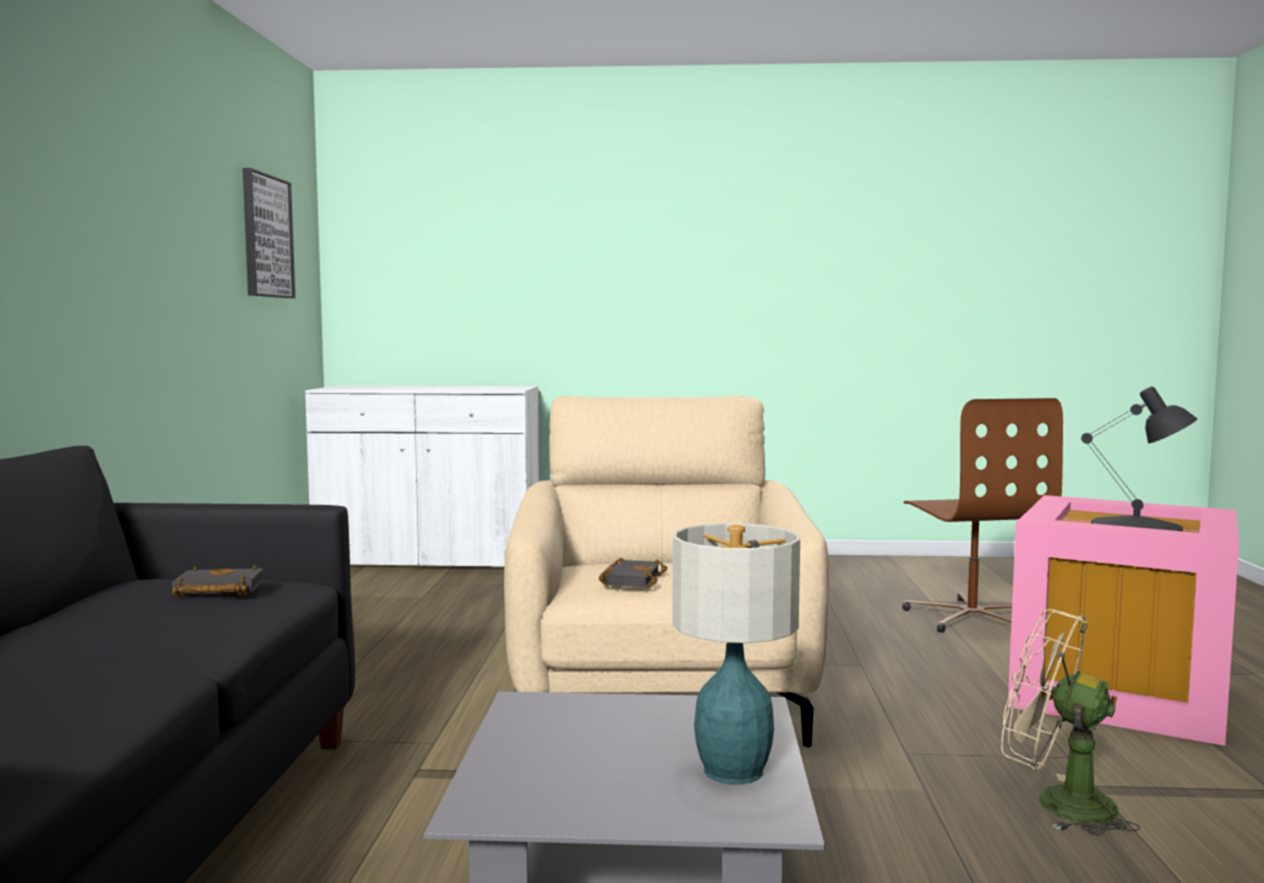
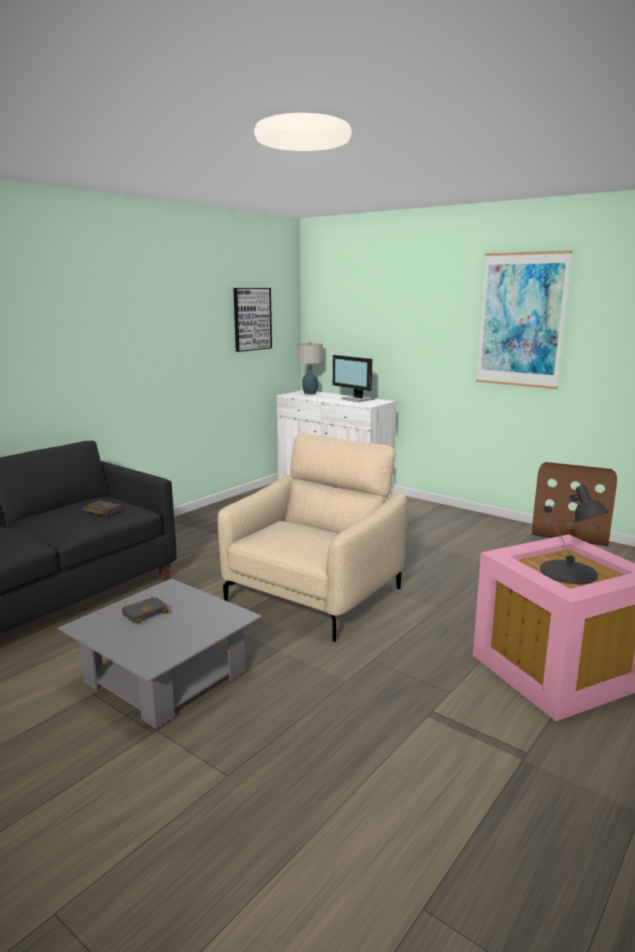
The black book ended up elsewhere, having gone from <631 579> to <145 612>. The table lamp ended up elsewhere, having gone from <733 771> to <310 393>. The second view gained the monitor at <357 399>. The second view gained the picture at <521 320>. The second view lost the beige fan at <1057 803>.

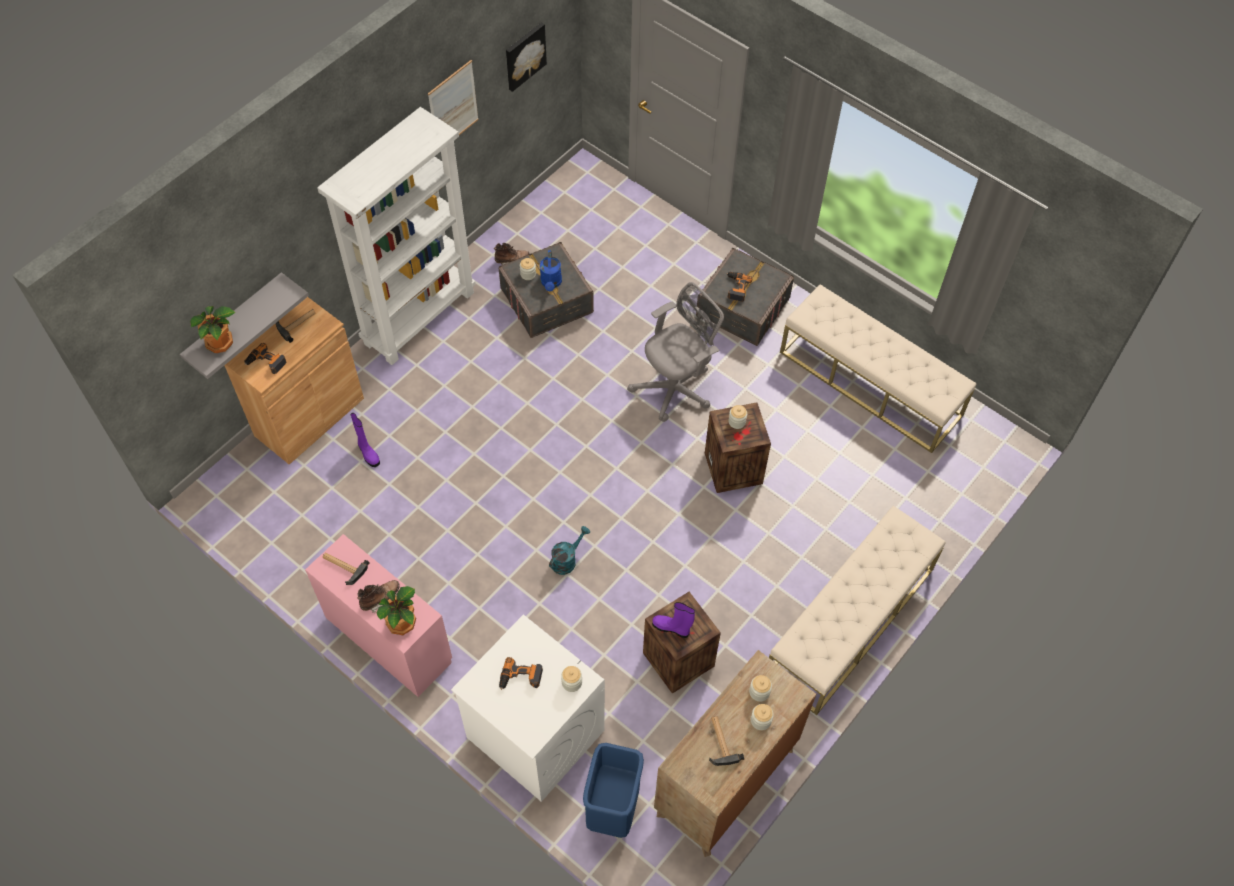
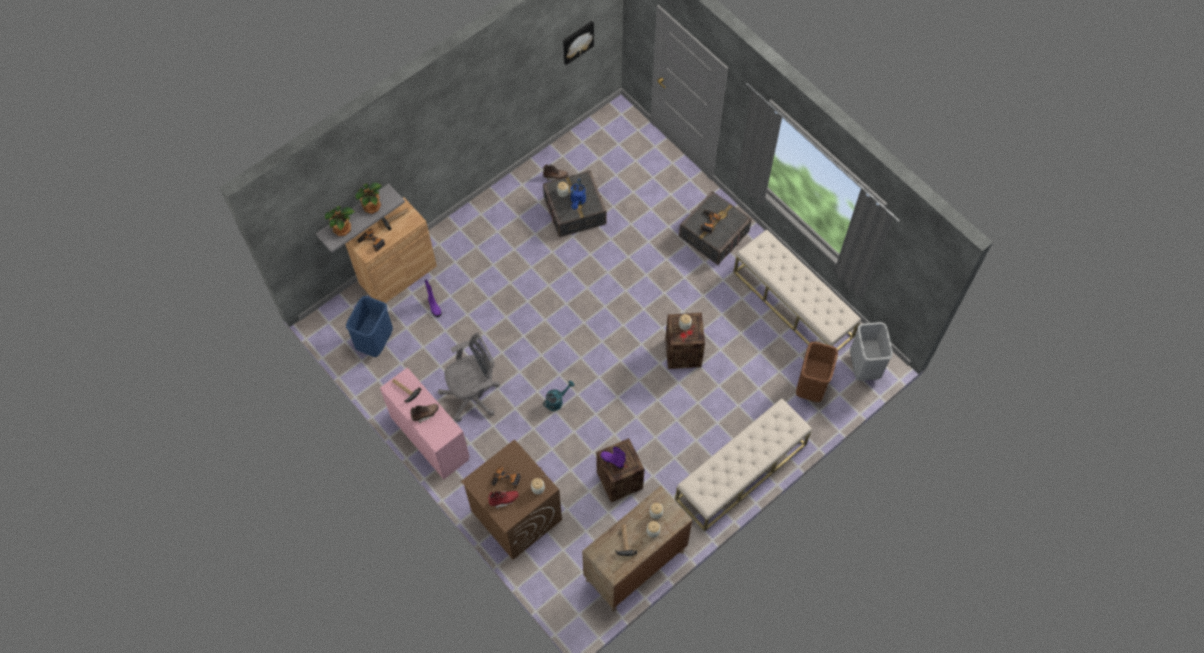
The blue trash can ended up elsewhere, having gone from <612 807> to <375 341>. The potted plant ended up elsewhere, having gone from <402 622> to <372 206>. The grey office chair ended up elsewhere, having gone from <676 388> to <473 396>. What was the white washing machine at <534 733> turned into the brown washing machine at <515 515>. The second view gained the red boot at <503 500>. The second view gained the brown trash can at <811 387>. The second view gained the grey trash can at <864 366>. The second view lost the white bookcase at <419 317>. The second view lost the picture at <453 106>.

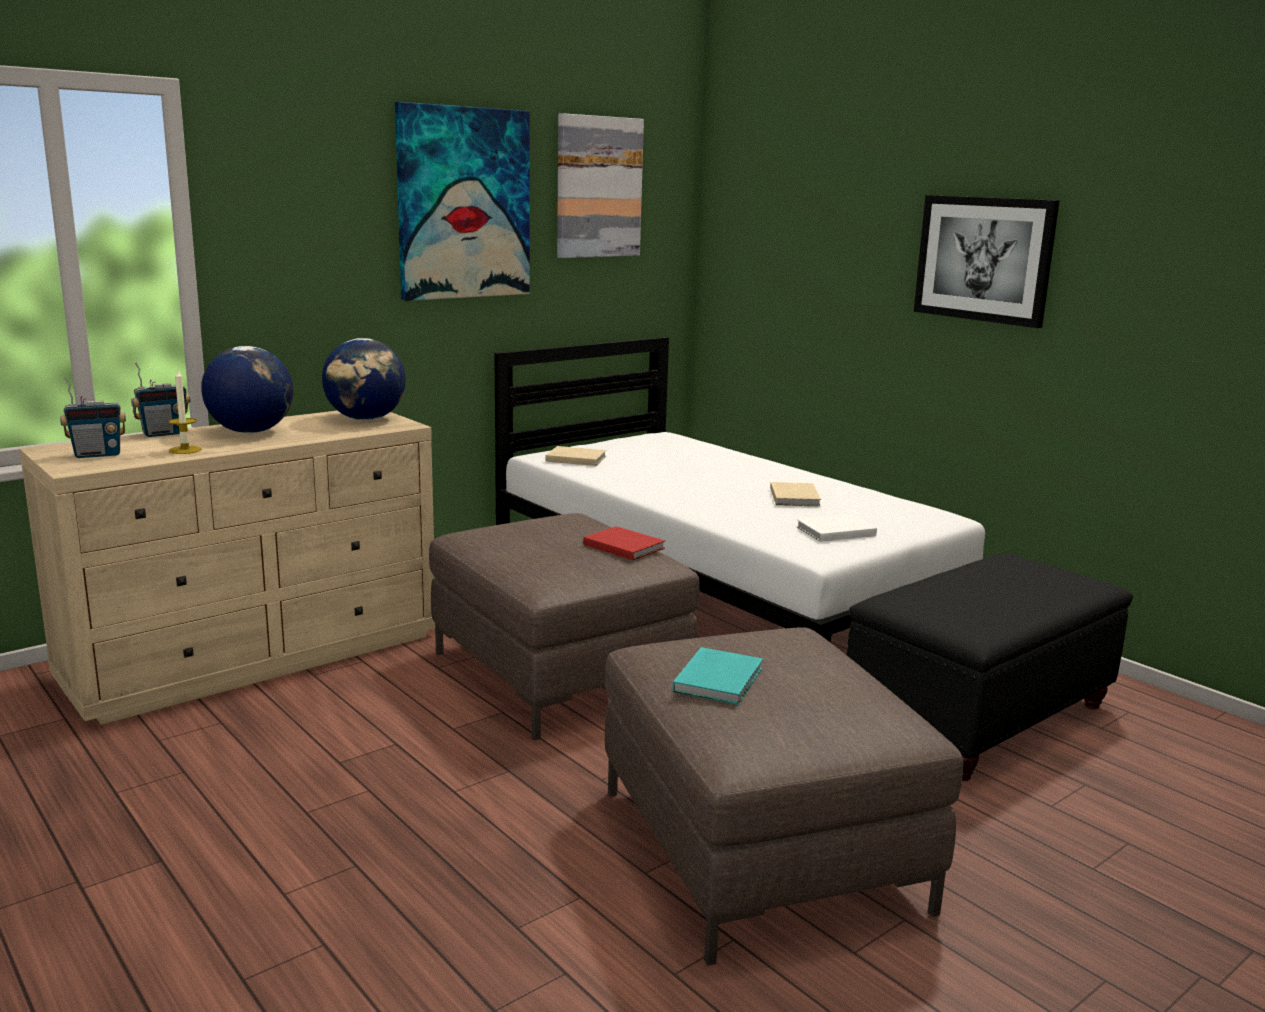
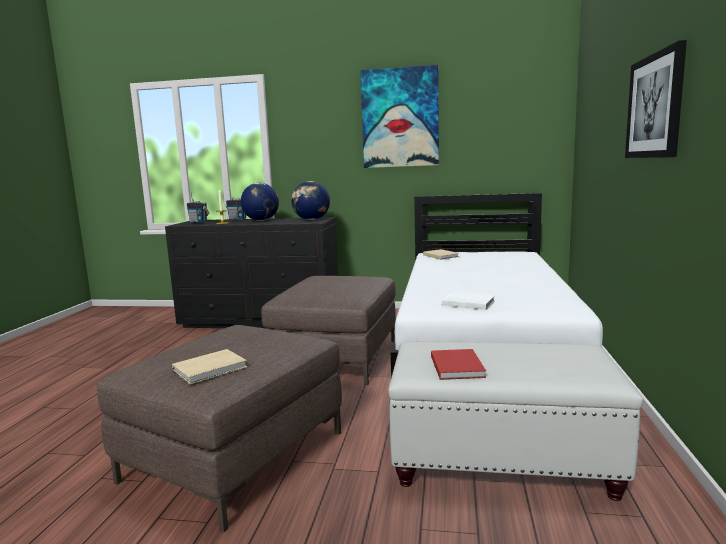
What was the beige dresser at <257 656> turned into the black dresser at <261 320>. The beige book ended up elsewhere, having gone from <795 497> to <212 368>. What was the black ottoman at <980 715> turned into the white ottoman at <503 461>. The red book ended up elsewhere, having gone from <623 546> to <457 366>. The second view lost the picture at <598 187>. The second view lost the turquoise book at <720 679>.

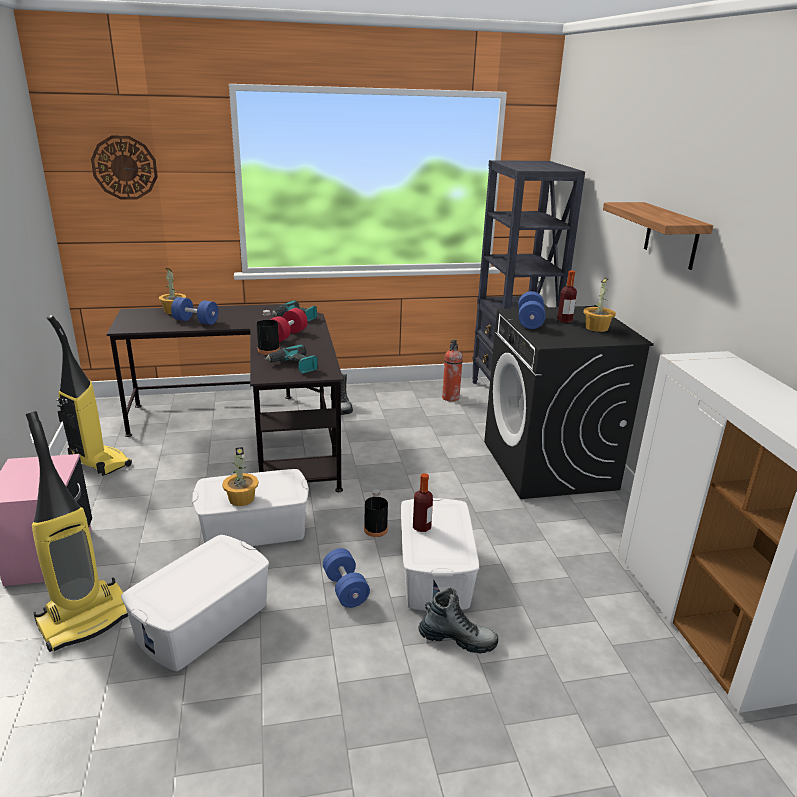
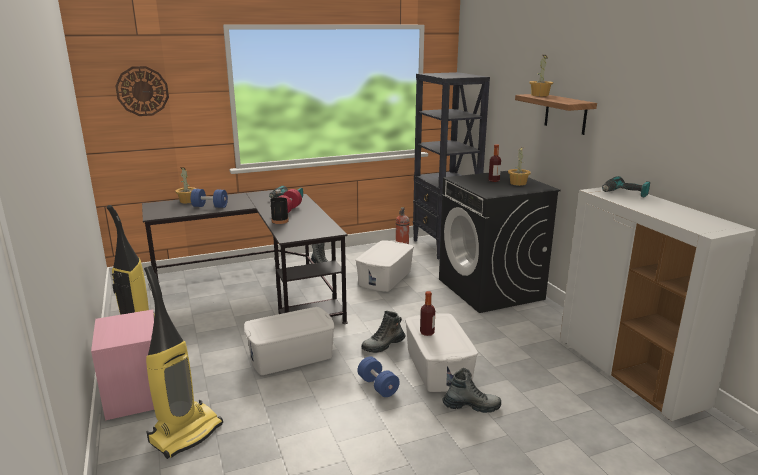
The white storage box ended up elsewhere, having gone from <204 622> to <385 278>. Where the black bottle stood at <375 529>, the boot came to stand at <383 345>. The potted plant ended up elsewhere, having gone from <241 498> to <539 95>. The power drill ended up elsewhere, having gone from <293 366> to <624 193>. The second view lost the blue dumbbell at <530 322>.

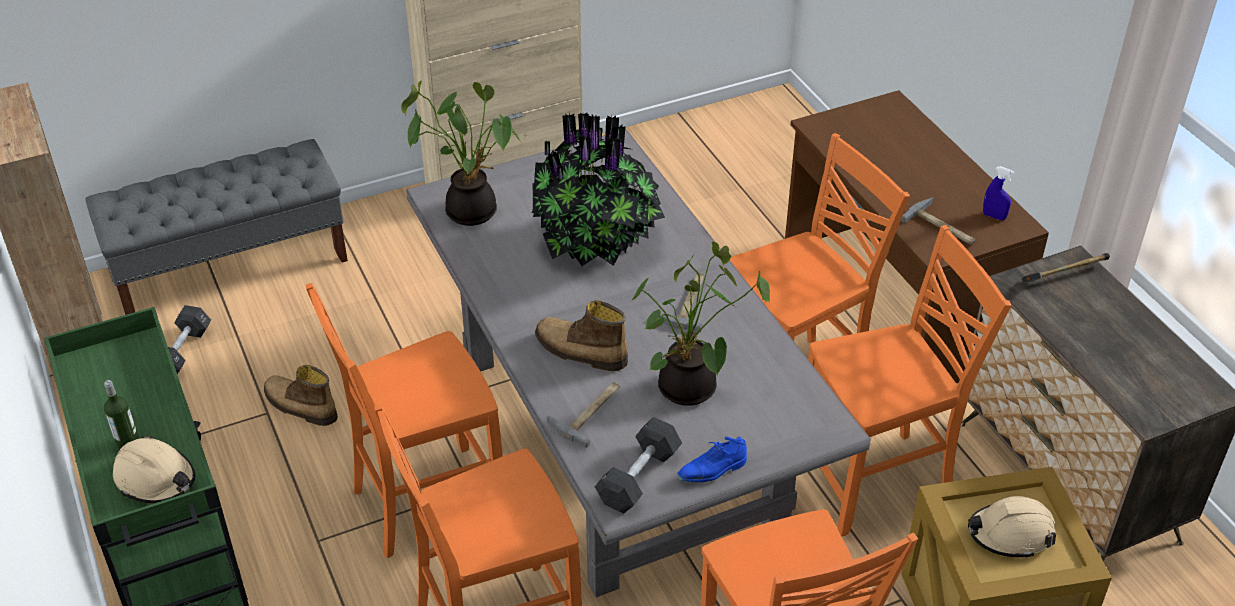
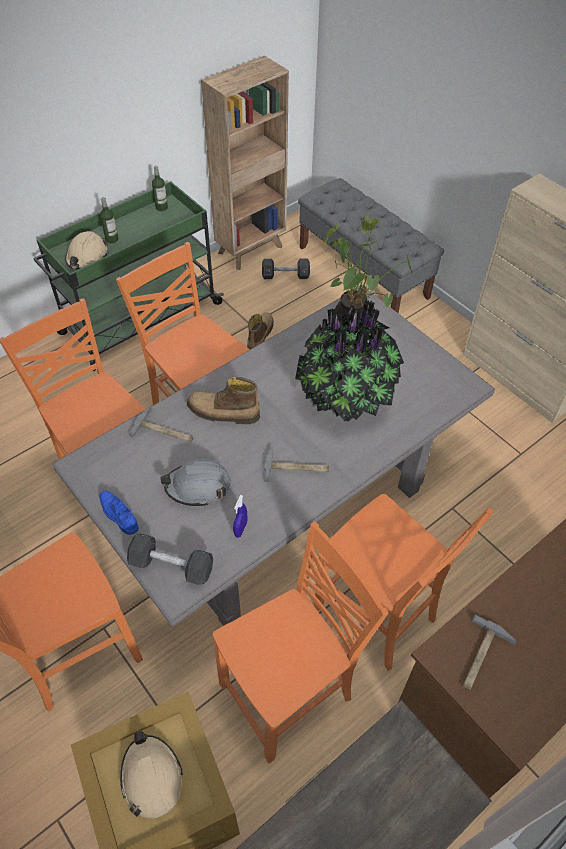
The black dumbbell ended up elsewhere, having gone from <638 477> to <171 566>. The second view gained the bottle at <161 207>. Where the potted plant stood at <690 391>, the grey hard hat came to stand at <198 486>. The boot at <580 352> ended up facing another way, 90 degrees counterclockwise from before. The orange chair at <876 481> ended up facing another way, 90 degrees counterclockwise from before. The blue spray bottle ended up elsewhere, having gone from <994 216> to <240 529>. The second view lost the hammer at <1062 276>.

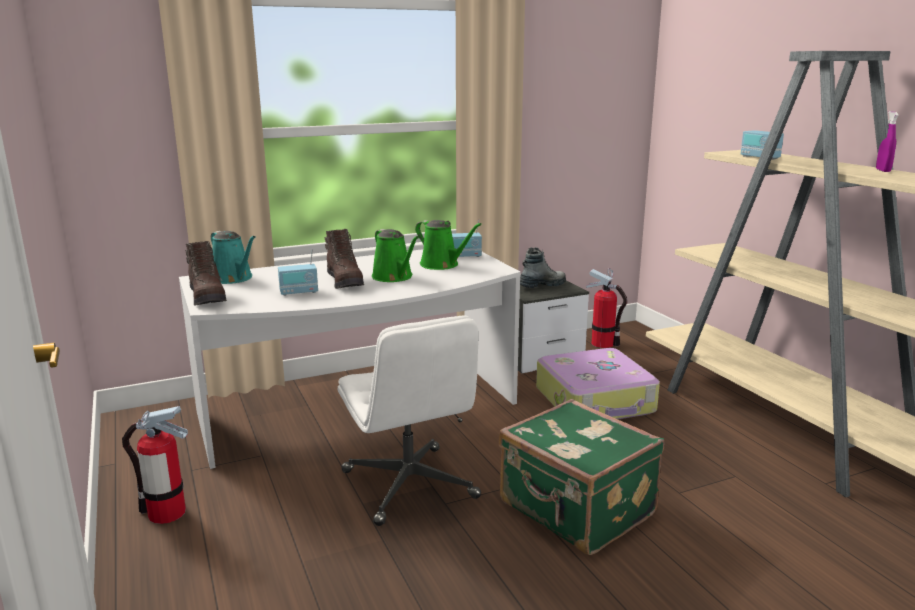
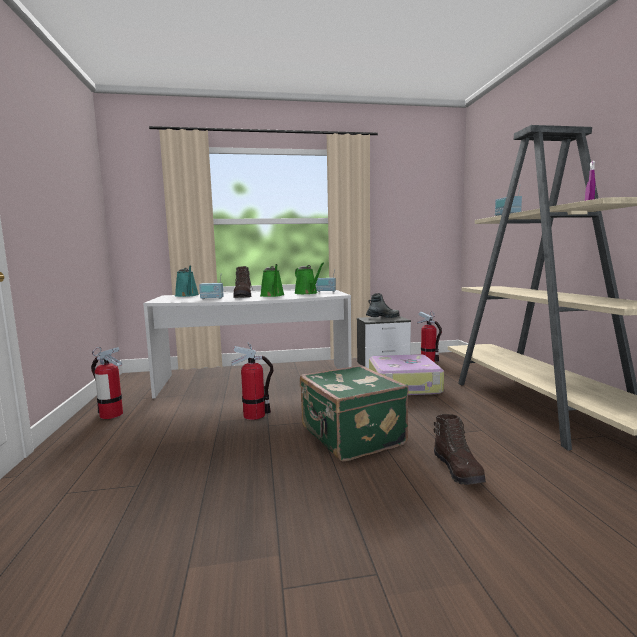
Where the white office chair stood at <410 485>, the fire extinguisher came to stand at <254 415>. The brown boot ended up elsewhere, having gone from <207 297> to <458 470>.

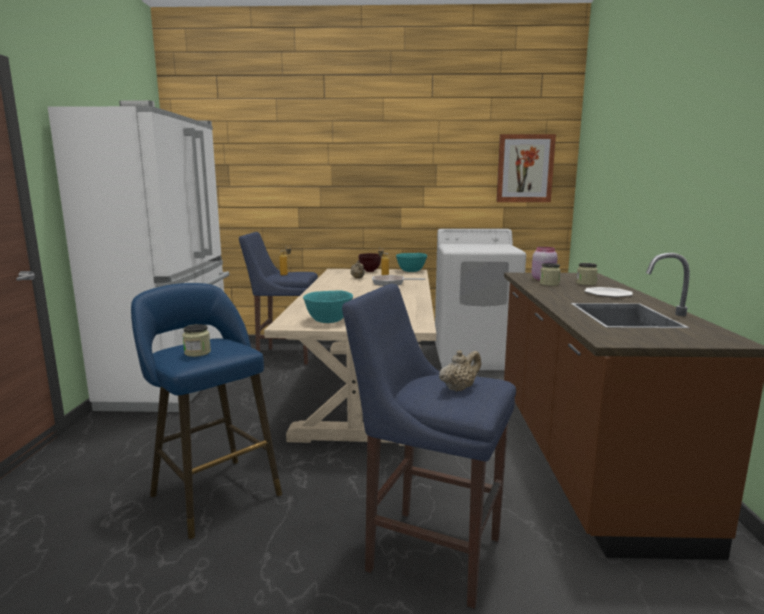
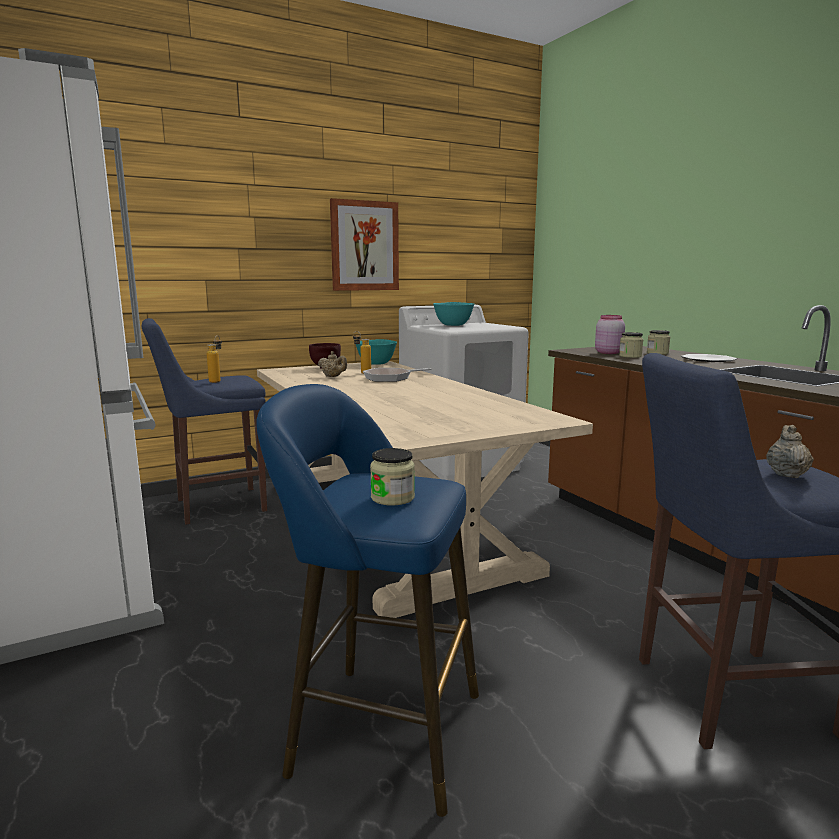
The picture ended up elsewhere, having gone from <525 168> to <364 246>. The turquoise bowl ended up elsewhere, having gone from <329 320> to <453 325>.

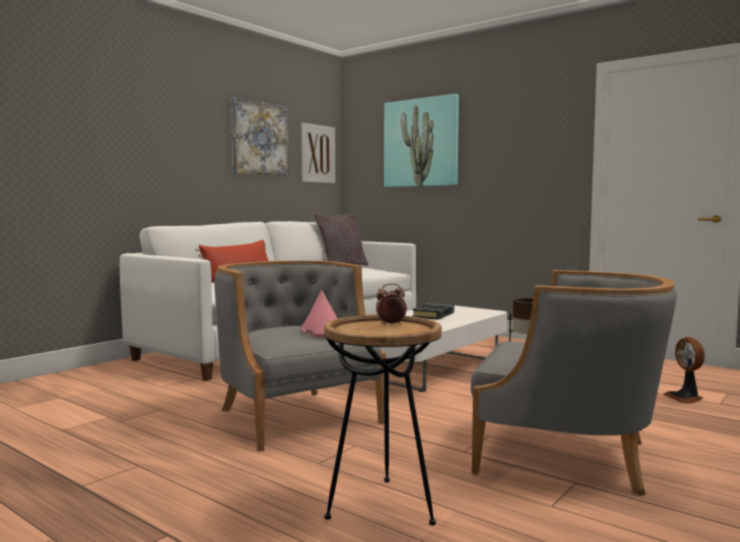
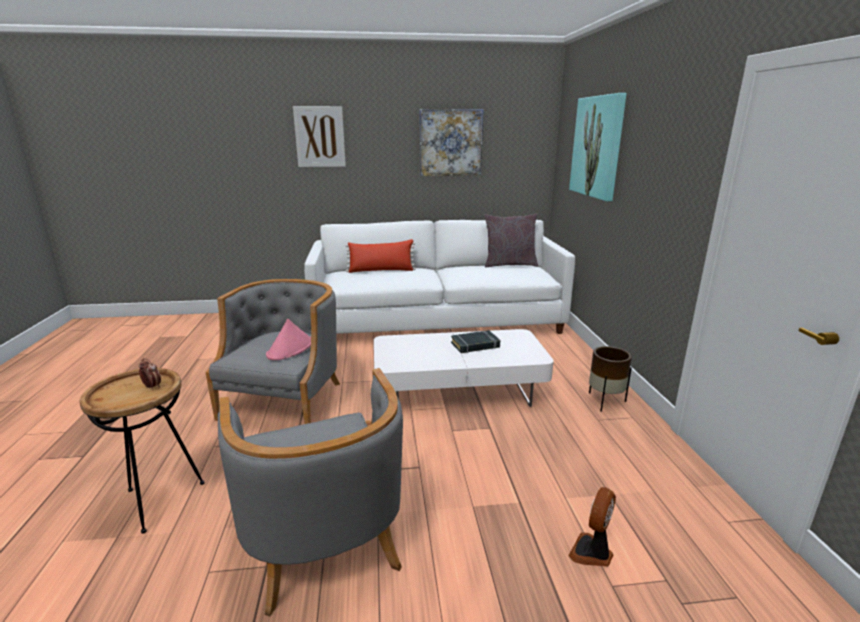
The picture ended up elsewhere, having gone from <318 154> to <320 137>.

